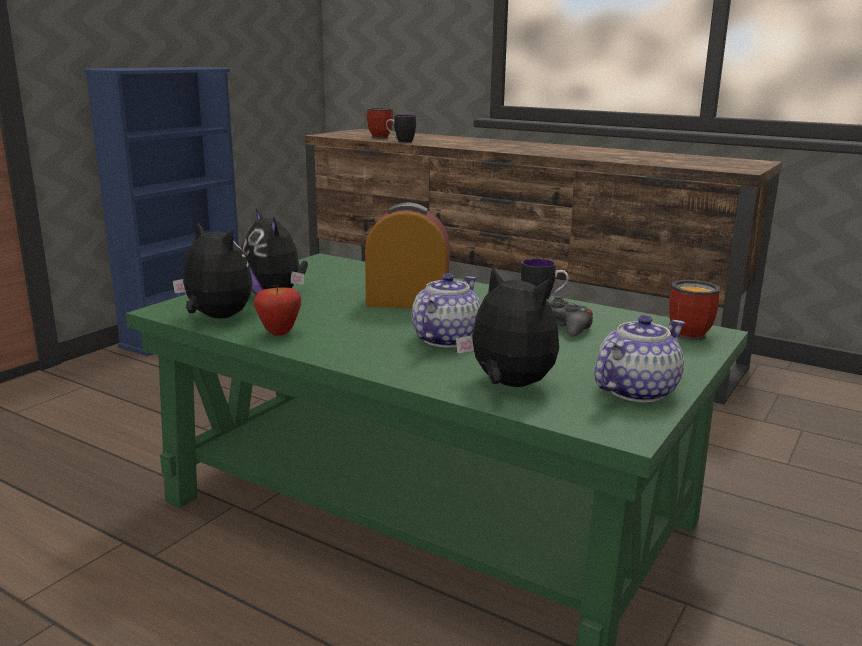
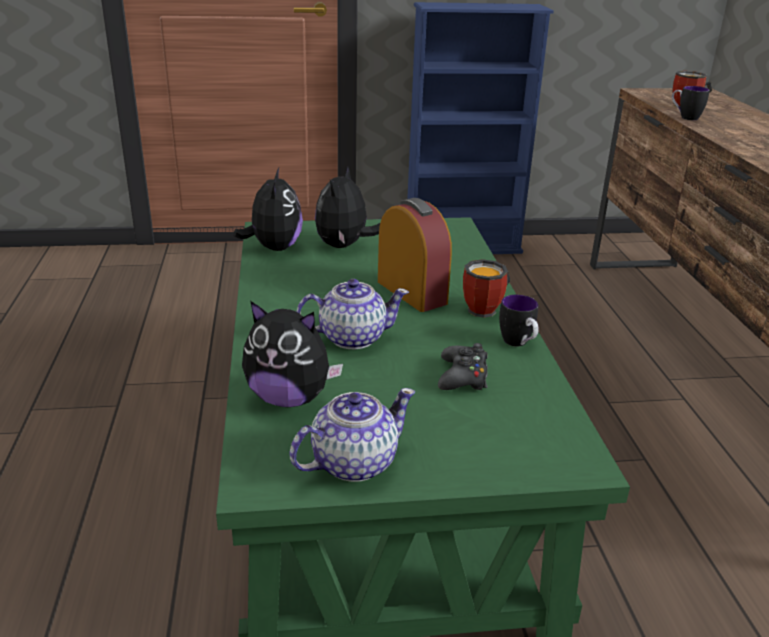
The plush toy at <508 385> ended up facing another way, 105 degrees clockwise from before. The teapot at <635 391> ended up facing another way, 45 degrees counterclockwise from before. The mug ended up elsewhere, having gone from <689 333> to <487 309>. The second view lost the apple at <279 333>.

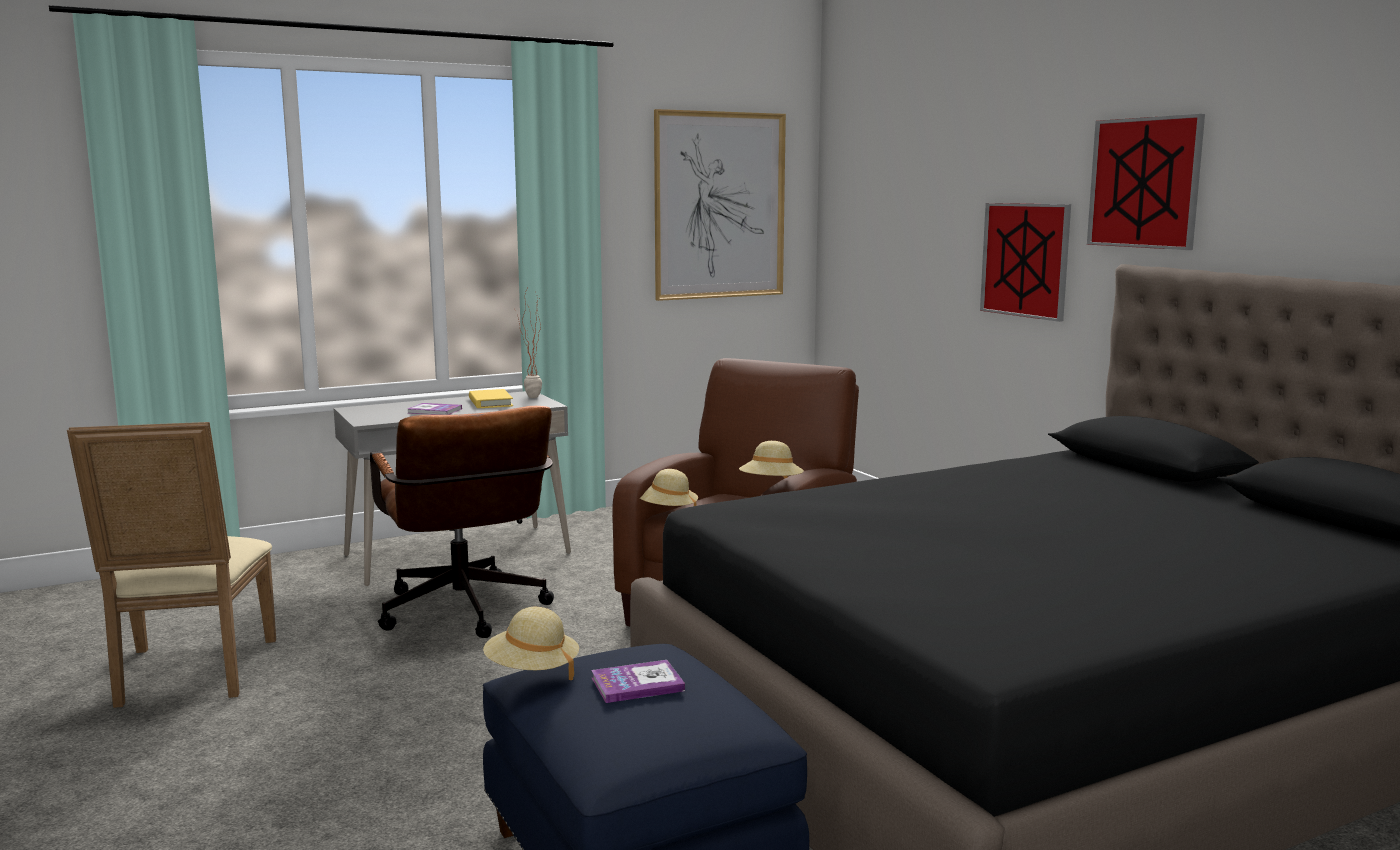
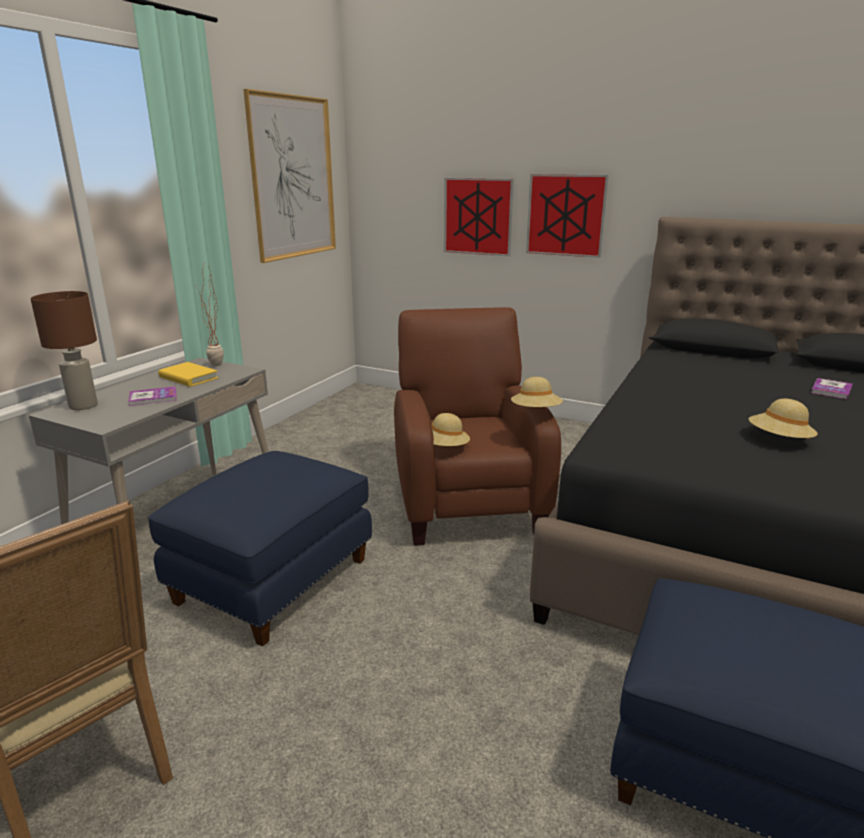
The second view gained the brown table lamp at <83 405>. Where the brown office chair stood at <465 615>, the blue ottoman came to stand at <274 581>. The picture ended up elsewhere, having gone from <1144 183> to <478 216>. The beige hat ended up elsewhere, having gone from <532 671> to <779 440>. The book ended up elsewhere, having gone from <637 684> to <831 390>.

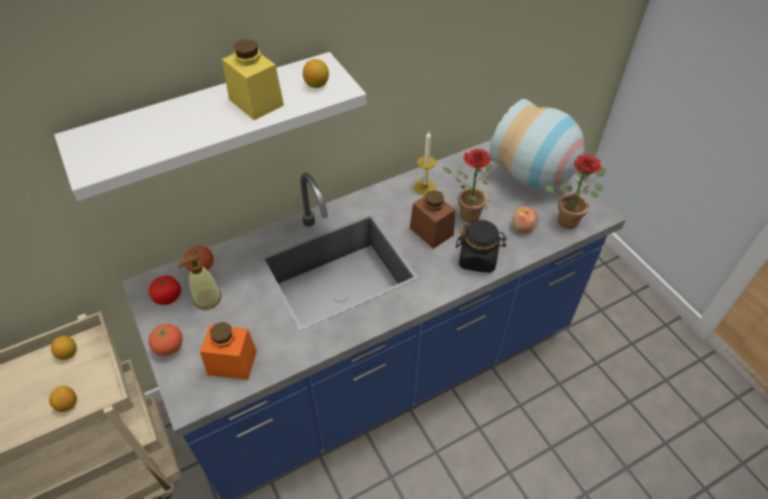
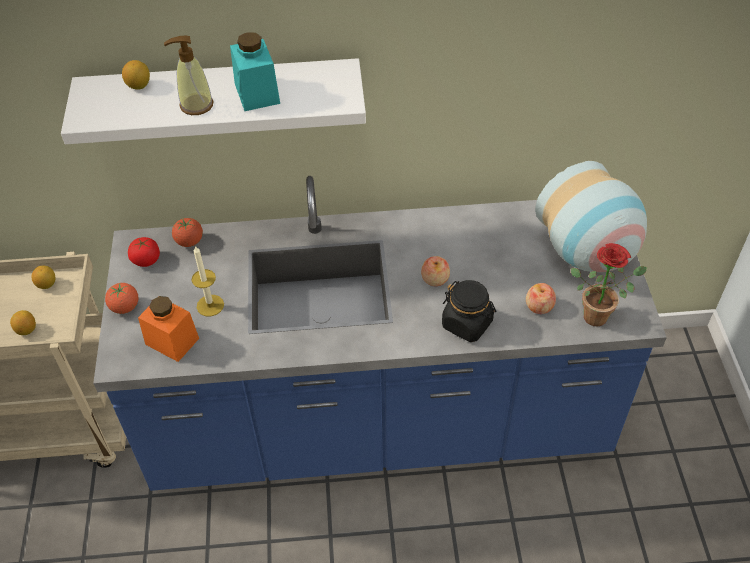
The lemon ended up elsewhere, having gone from <317 85> to <139 86>. The soap dispenser ended up elsewhere, having gone from <207 299> to <196 105>. The candle ended up elsewhere, having gone from <424 187> to <210 305>. What was the yellow jar at <256 102> turned into the turquoise jar at <257 93>. Where the brown jar stood at <431 231>, the apple came to stand at <435 279>. The second view lost the potted plant at <465 215>.

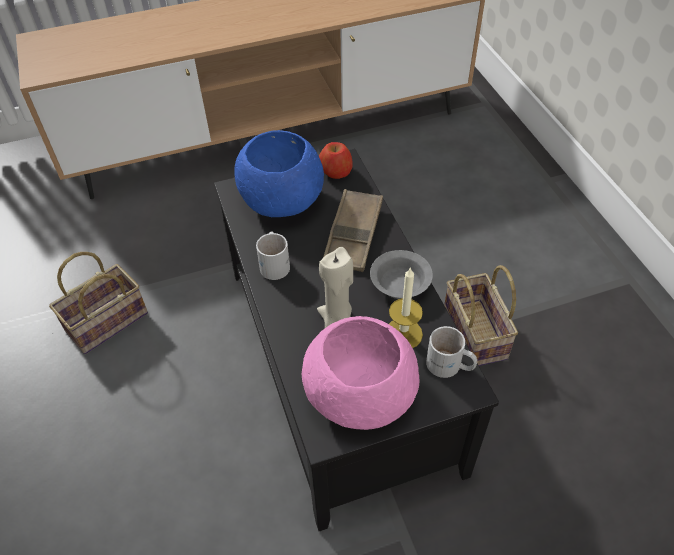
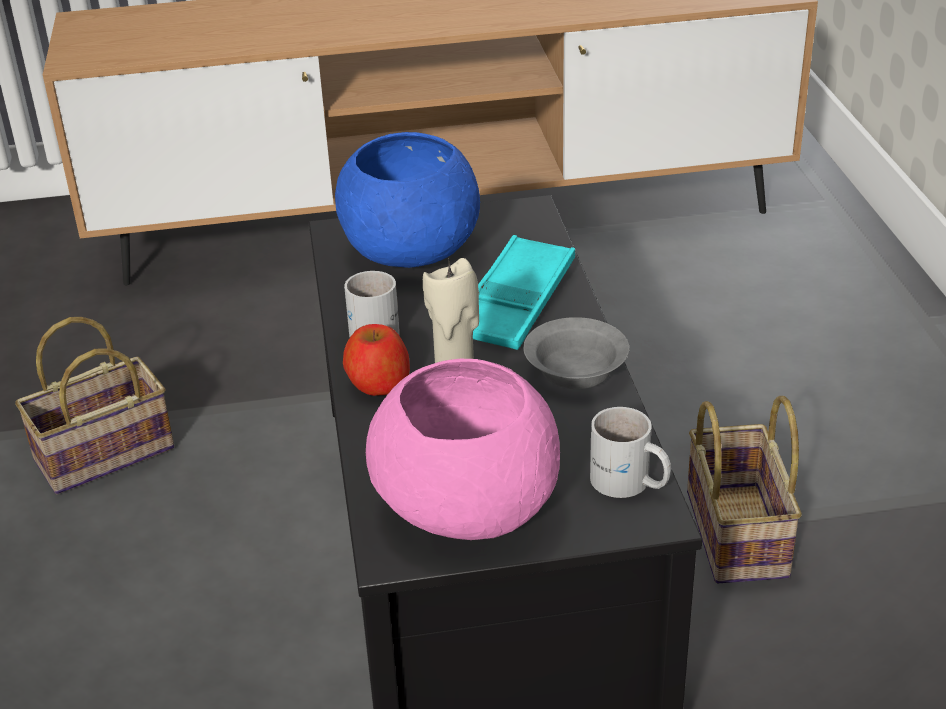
The apple ended up elsewhere, having gone from <336 171> to <378 383>. What was the brown tray at <353 235> turned into the turquoise tray at <515 302>. The second view lost the candle at <403 334>.

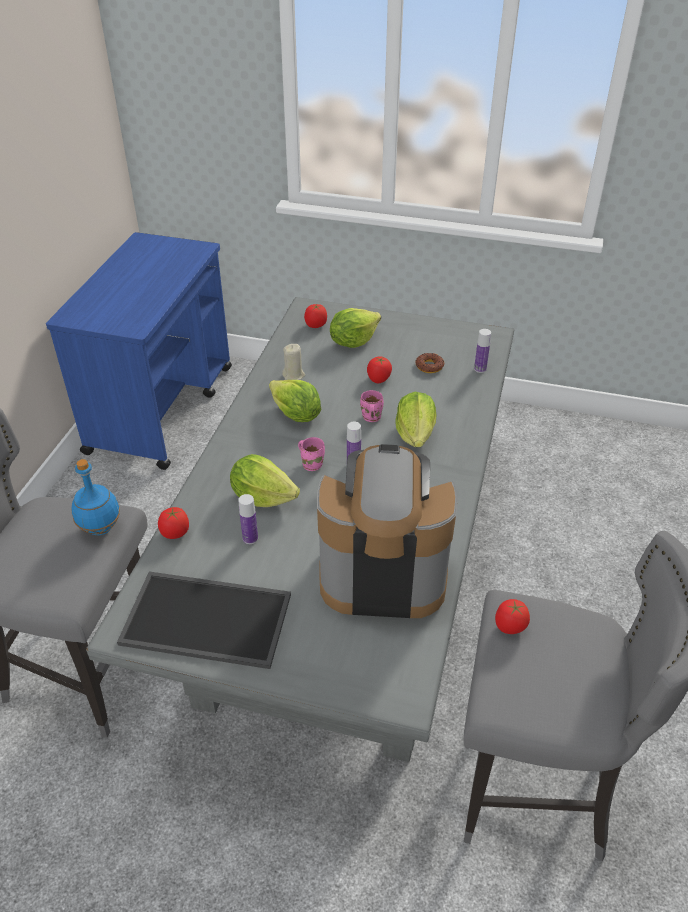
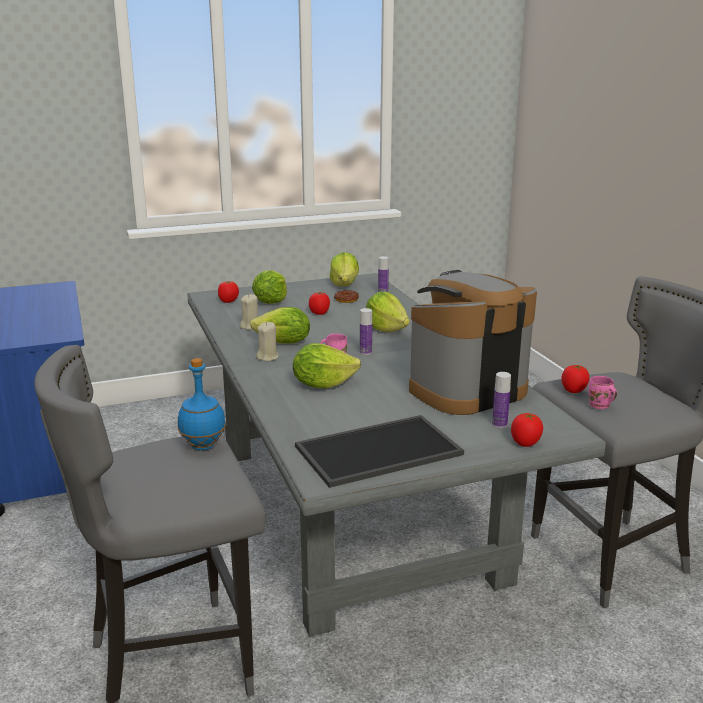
The second view gained the beige candle at <268 357>. The second view gained the lettuce at <344 284>. The bottle ended up elsewhere, having gone from <250 538> to <499 424>. The tomato ended up elsewhere, having gone from <175 533> to <525 443>. The pink mug ended up elsewhere, having gone from <370 418> to <599 406>.

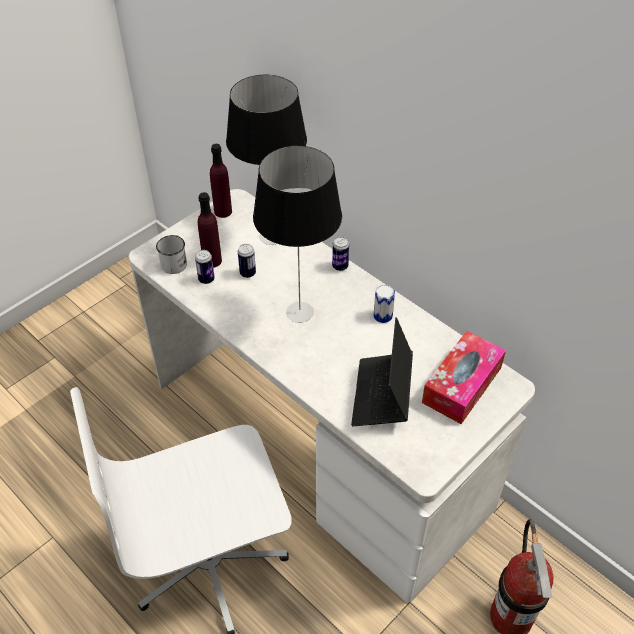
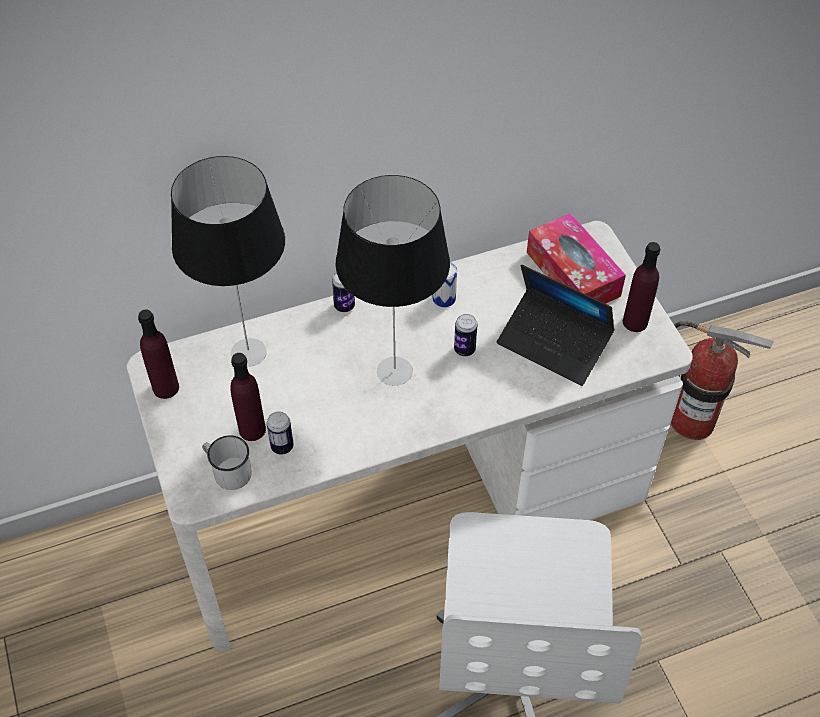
The can ended up elsewhere, having gone from <247 273> to <464 349>. The second view gained the purple bottle at <635 322>.

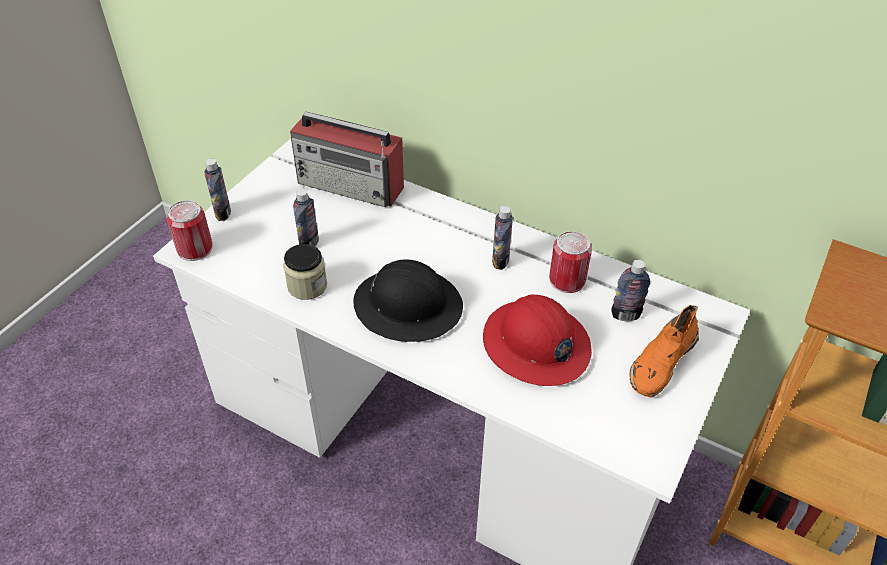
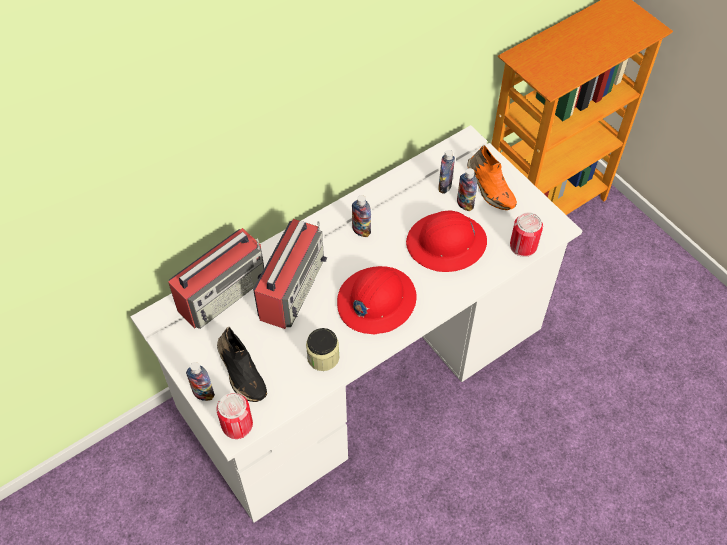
The second view gained the black shoe at <241 371>. The second view gained the radio at <292 287>. What was the black hard hat at <408 306> turned into the red hard hat at <376 301>. The bottle ended up elsewhere, having gone from <309 243> to <465 204>. The can ended up elsewhere, having gone from <567 280> to <523 246>.

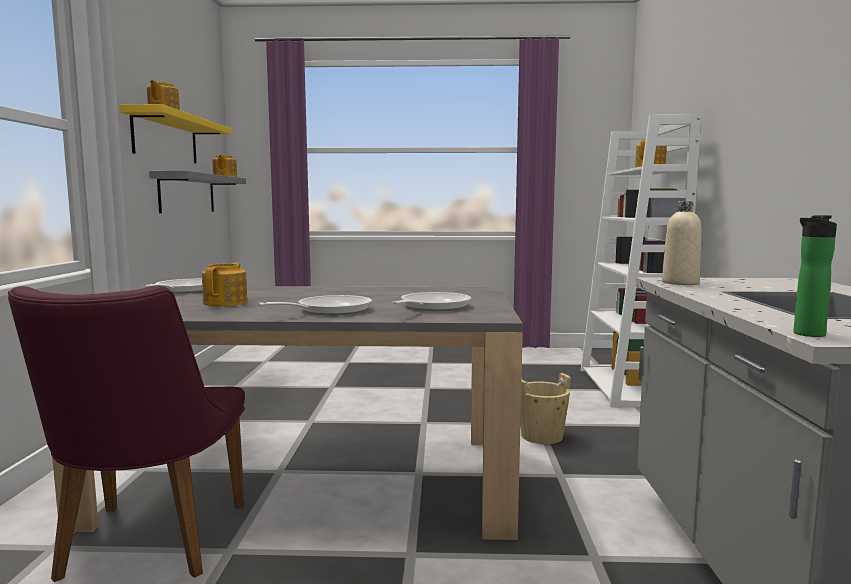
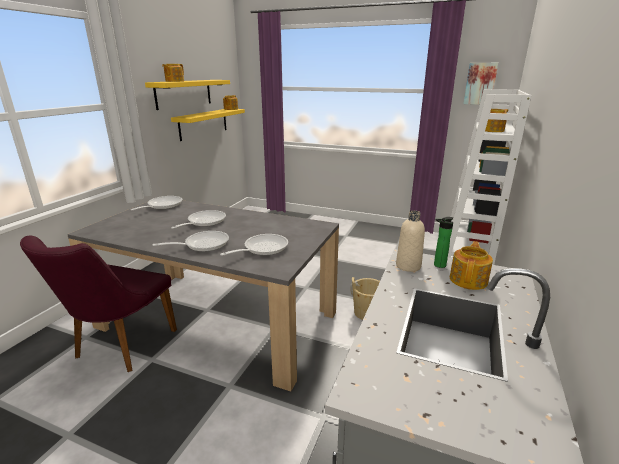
What was the grey shelf at <187 193> turned into the yellow shelf at <203 123>. The second view gained the frying pan at <204 222>. The bottle ended up elsewhere, having gone from <807 335> to <438 265>. The teapot ended up elsewhere, having gone from <226 302> to <469 280>. The second view gained the picture at <480 83>.

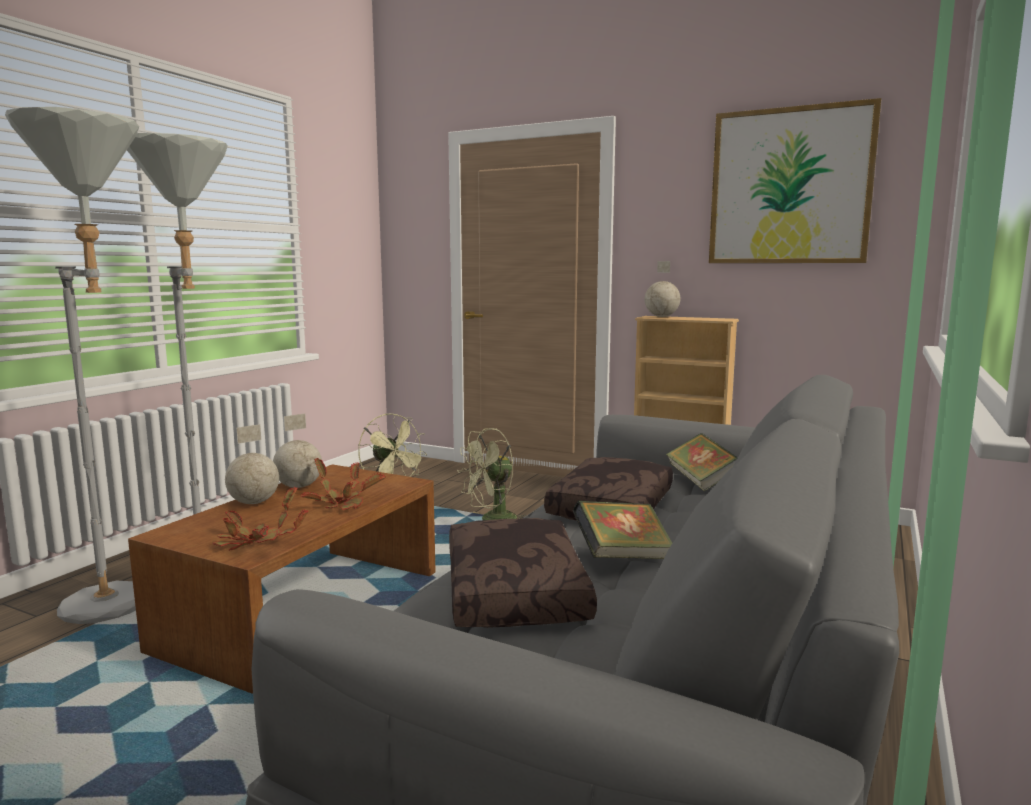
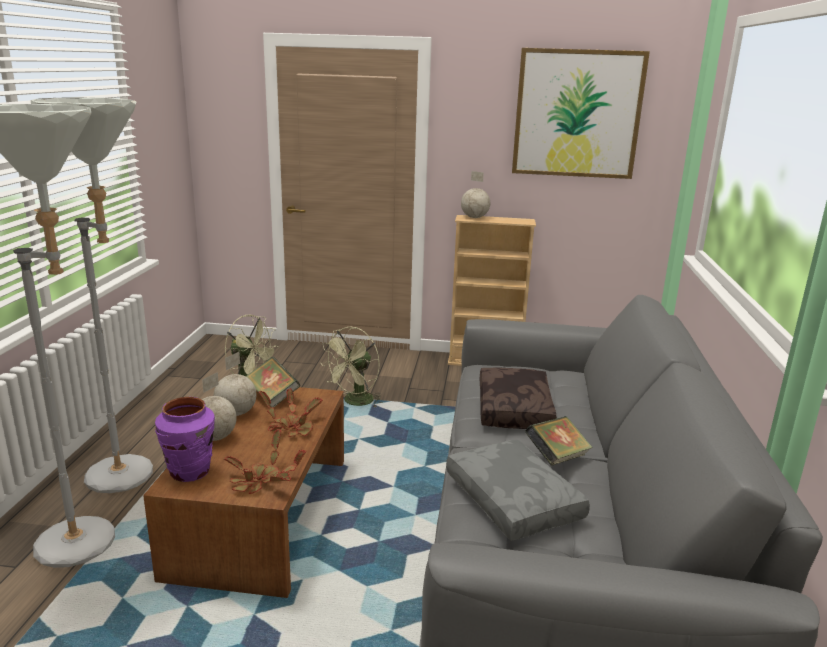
The second view gained the purple vase at <190 472>. The book ended up elsewhere, having gone from <701 481> to <272 396>. What was the brown pillow at <518 592> turned into the grey pillow at <515 500>.

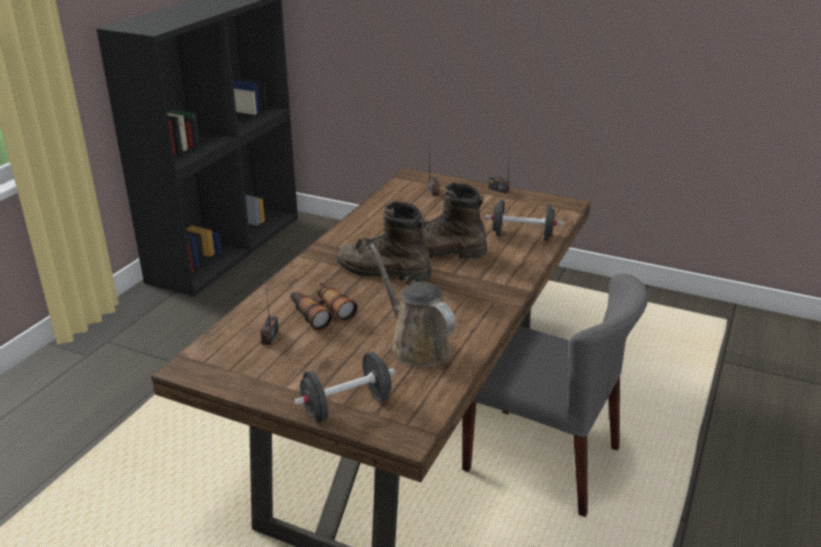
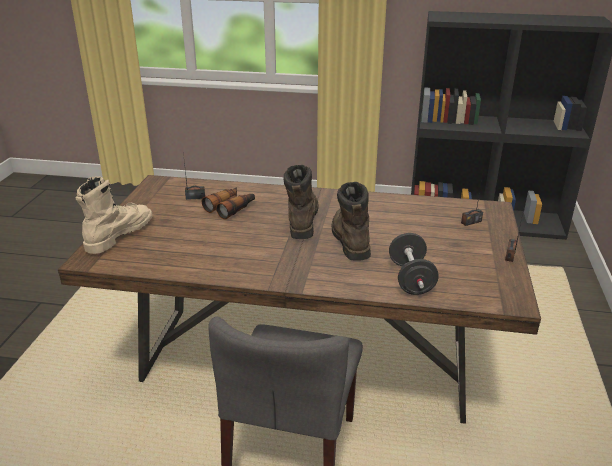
Where the black dumbbell stood at <347 406>, the beige boot came to stand at <119 235>. The second view lost the brown watering can at <416 345>.

